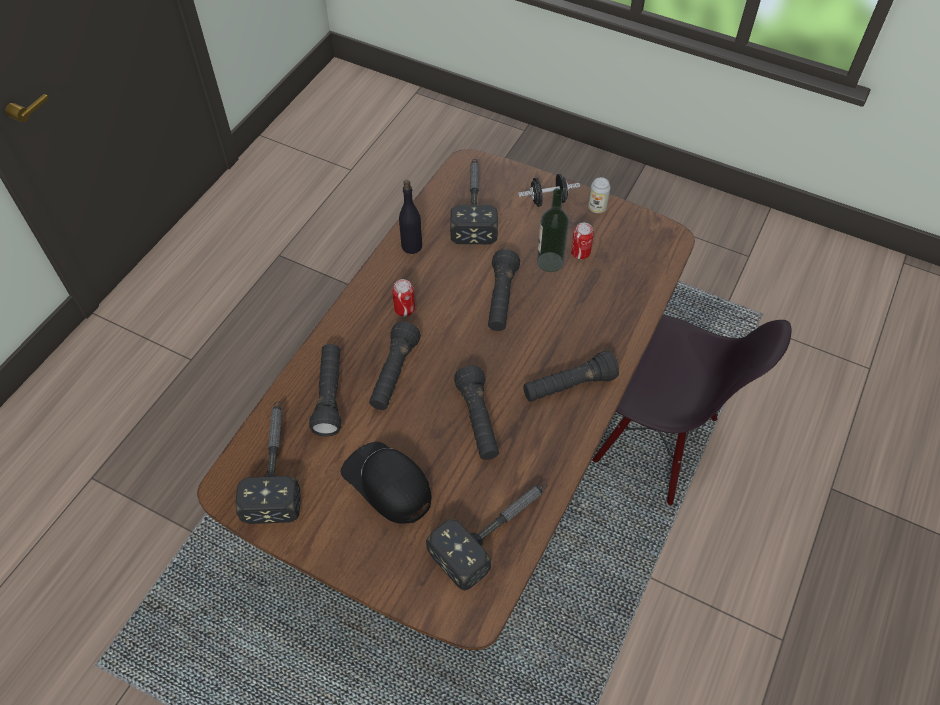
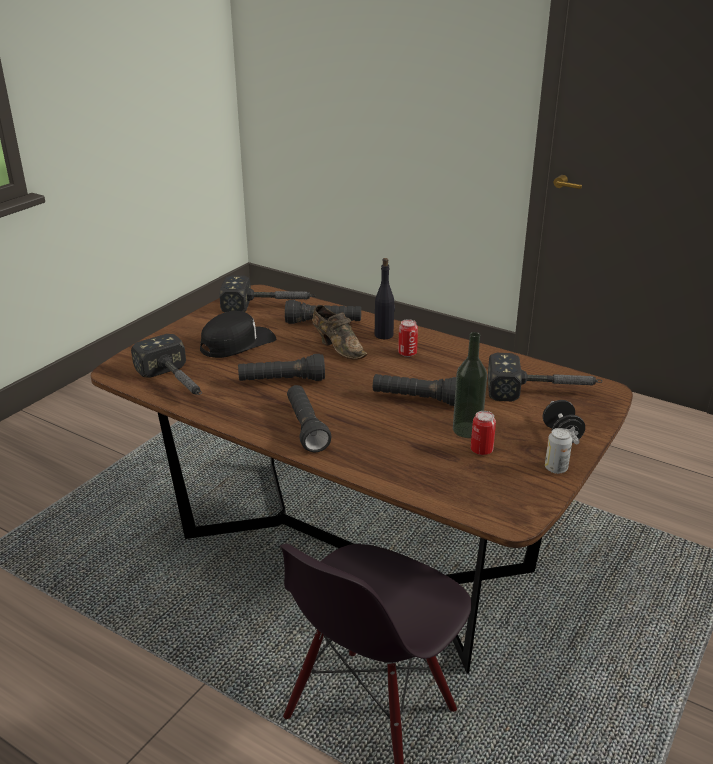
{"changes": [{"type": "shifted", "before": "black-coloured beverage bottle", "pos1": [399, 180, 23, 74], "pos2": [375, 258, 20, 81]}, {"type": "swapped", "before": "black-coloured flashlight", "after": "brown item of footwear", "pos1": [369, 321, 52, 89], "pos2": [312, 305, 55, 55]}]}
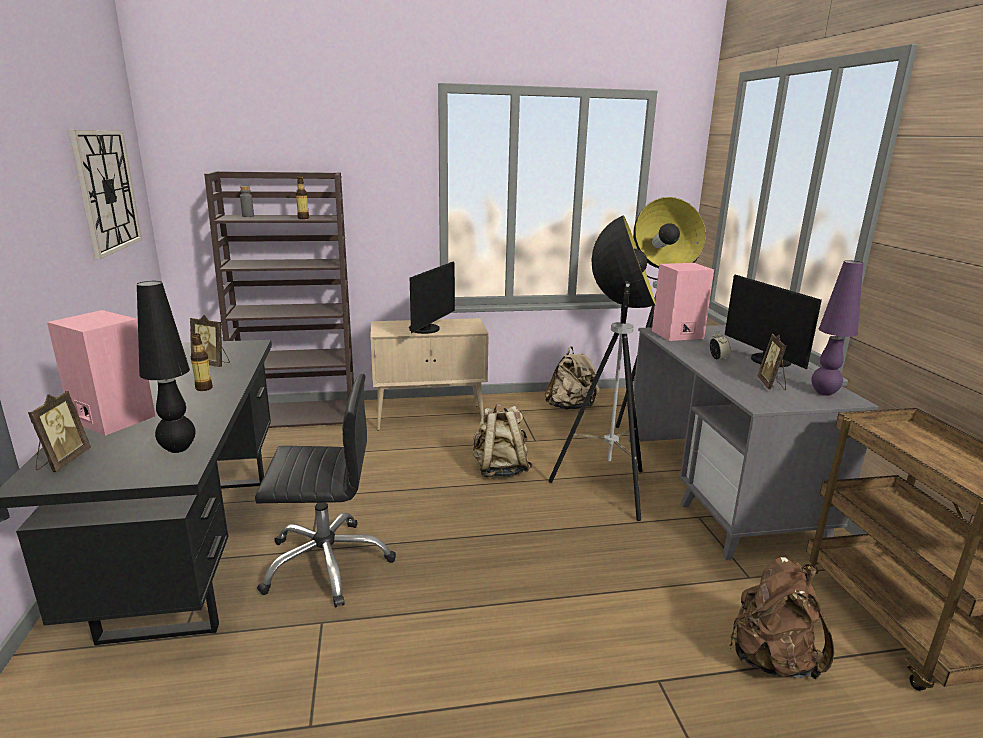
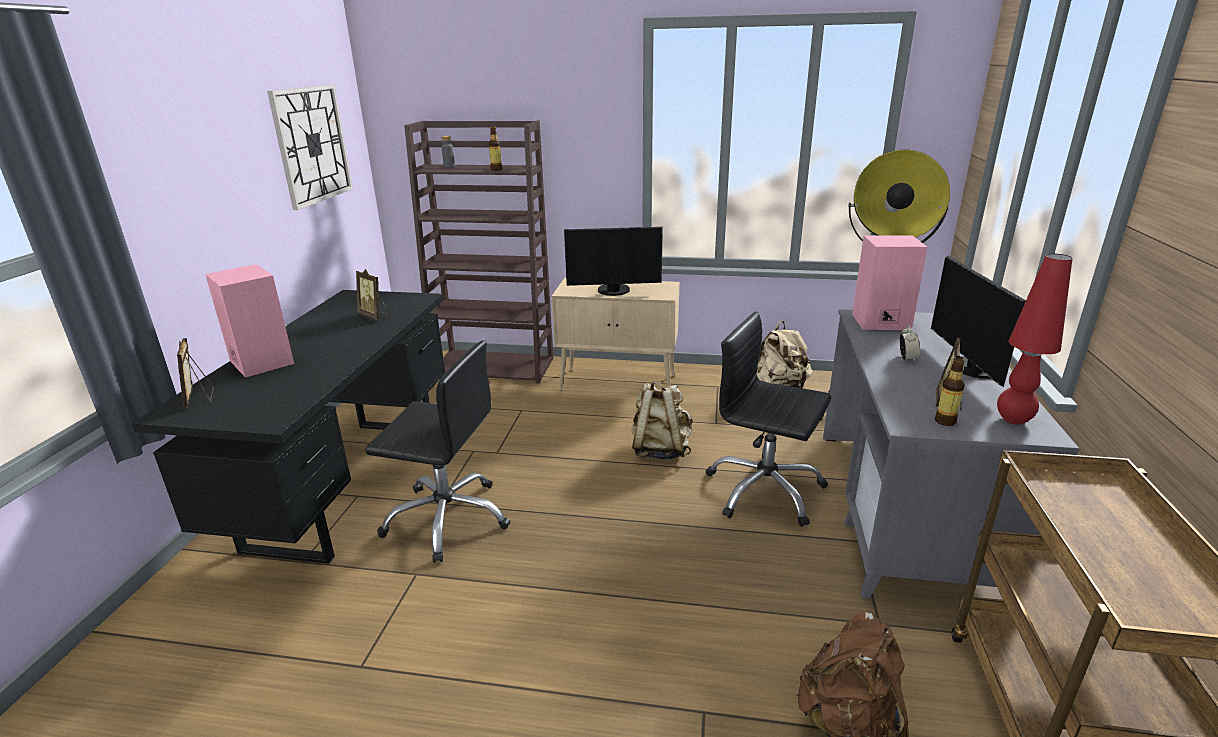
{"changes": [{"type": "swapped", "before": "standing lamp", "after": "black-coloured office chair", "pos1": [548, 215, 108, 306], "pos2": [705, 311, 126, 216]}, {"type": "repainted", "before": "purplish table lamp", "after": "reddish table lamp", "pos1": [811, 260, 52, 136], "pos2": [997, 253, 76, 172]}, {"type": "rotated", "before": "monitor", "pos1": [409, 262, 46, 72], "pos2": [564, 227, 99, 69], "turn": 45}, {"type": "gone", "before": "black-coloured table lamp", "pos1": [137, 281, 59, 172]}, {"type": "shifted", "before": "beverage bottle", "pos1": [191, 333, 22, 58], "pos2": [935, 357, 30, 69]}, {"type": "rotated", "before": "photo frame", "pos1": [28, 391, 63, 81], "pos2": [177, 338, 36, 69], "turn": 135}]}
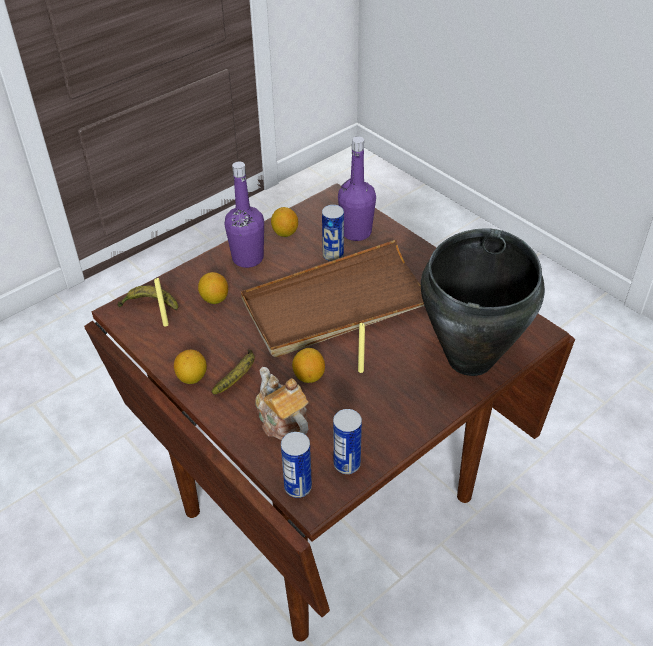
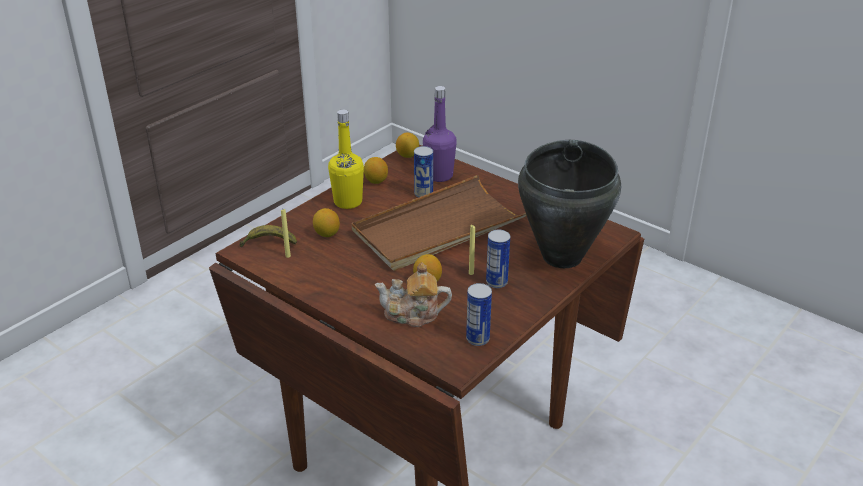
{"changes": [{"type": "repainted", "before": "purplish beverage bottle", "after": "yellow beverage bottle", "pos1": [225, 162, 39, 106], "pos2": [328, 110, 36, 99]}, {"type": "gone", "before": "whole banana", "pos1": [211, 349, 44, 45]}, {"type": "shifted", "before": "citrus fruit", "pos1": [174, 350, 33, 34], "pos2": [396, 132, 23, 26]}, {"type": "rotated", "before": "tea pot", "pos1": [255, 367, 53, 73], "pos2": [375, 262, 77, 65], "turn": -45}, {"type": "shifted", "before": "metal can", "pos1": [281, 432, 31, 66], "pos2": [486, 230, 24, 58]}]}
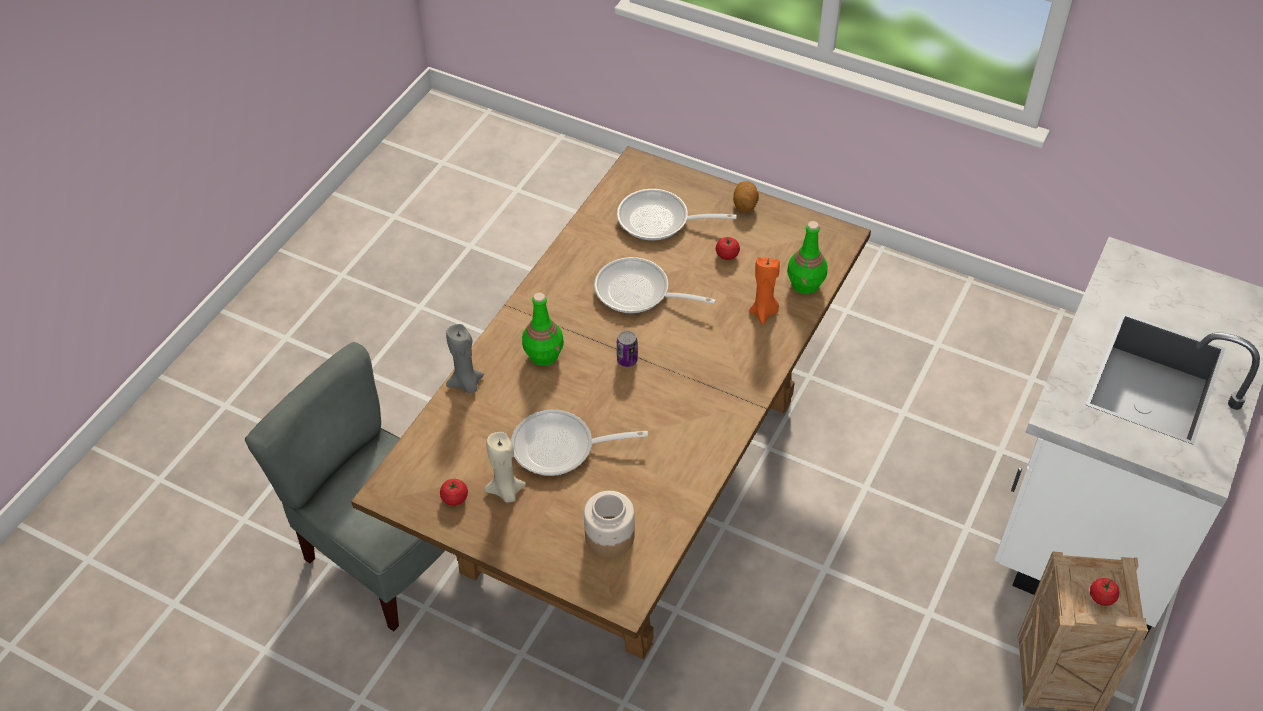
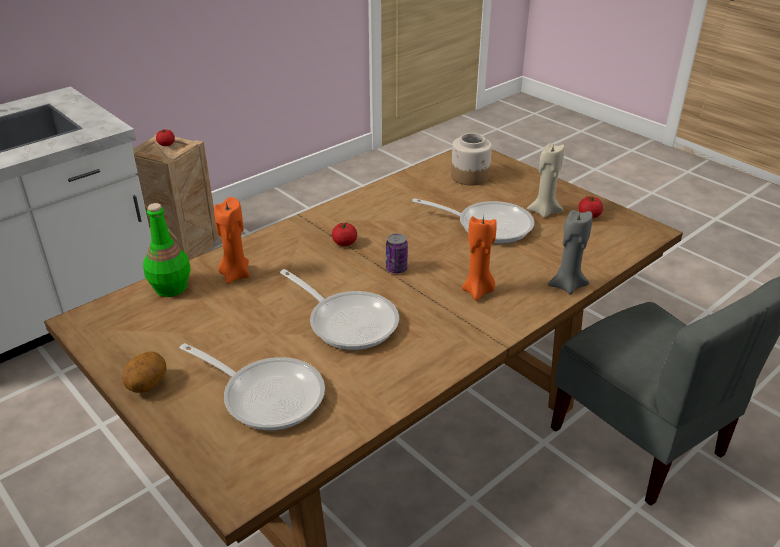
{"changes": [{"type": "shifted", "before": "tomato", "pos1": [716, 237, 24, 23], "pos2": [332, 222, 25, 24]}, {"type": "swapped", "before": "green beverage bottle", "after": "orange-coloured wax candle", "pos1": [522, 292, 42, 74], "pos2": [462, 215, 35, 86]}]}
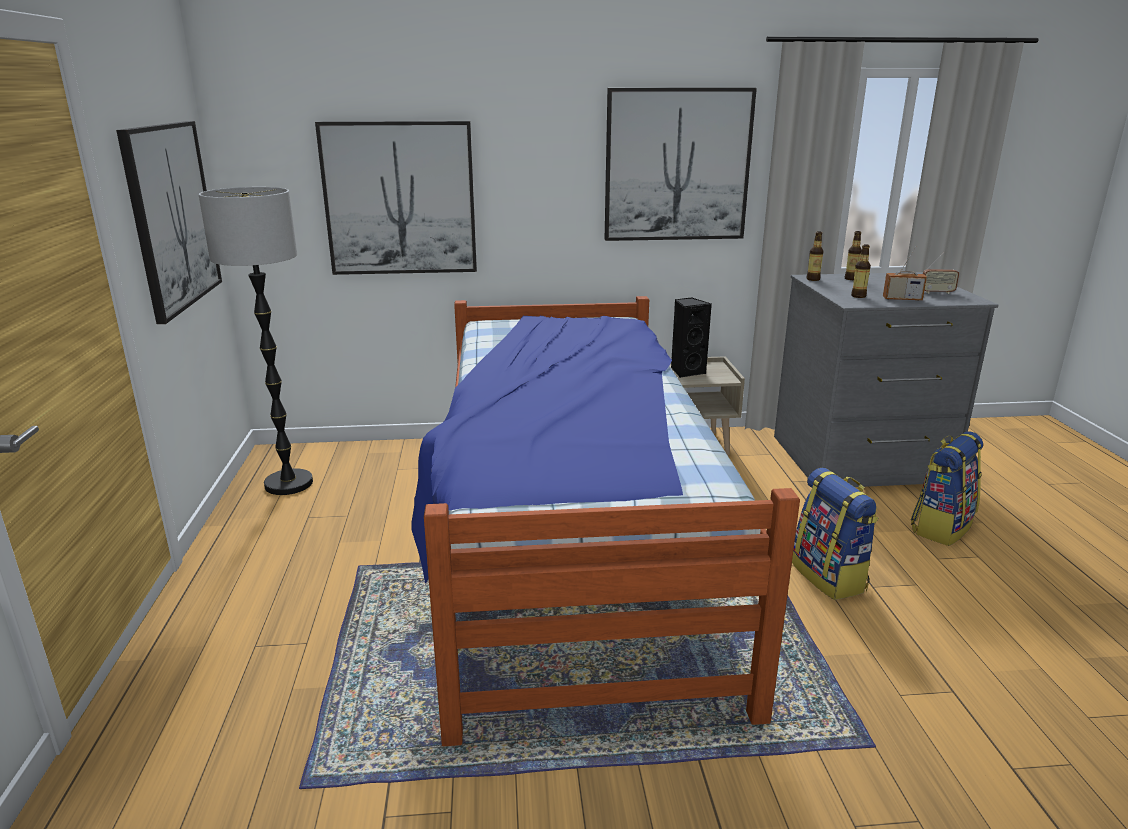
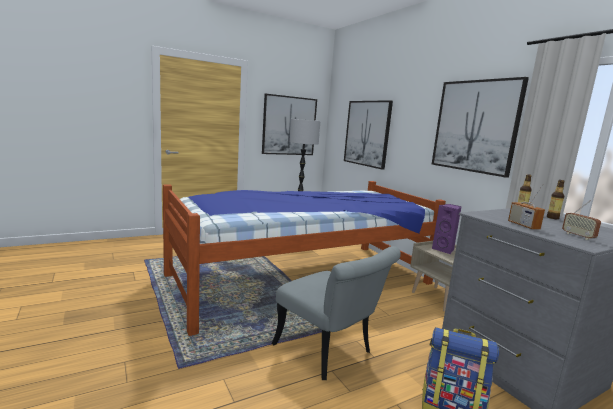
{"changes": [{"type": "gone", "before": "beverage bottle", "pos1": [851, 244, 20, 54]}, {"type": "repainted", "before": "black-coloured speaker", "after": "purplish speaker", "pos1": [671, 297, 41, 81], "pos2": [432, 204, 30, 50]}, {"type": "swapped", "before": "backpack", "after": "greyish chair", "pos1": [792, 468, 87, 132], "pos2": [272, 246, 129, 134]}]}
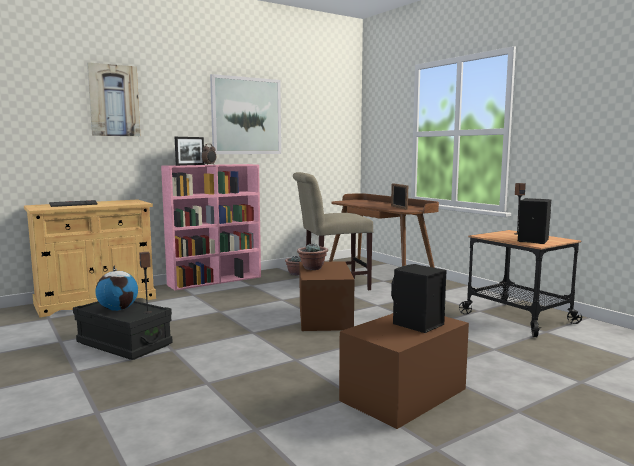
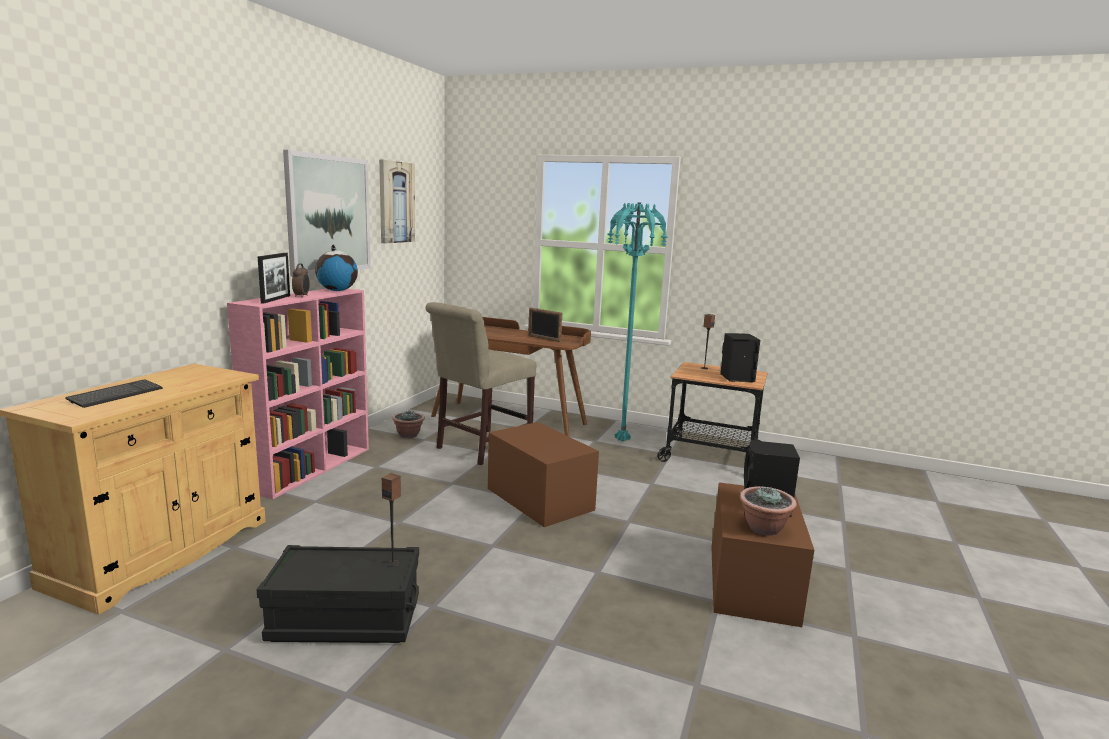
{"changes": [{"type": "shifted", "before": "wall art", "pos1": [87, 62, 53, 74], "pos2": [379, 159, 36, 85]}, {"type": "shifted", "before": "potted plant", "pos1": [297, 243, 31, 27], "pos2": [740, 486, 57, 50]}, {"type": "shifted", "before": "world globe", "pos1": [95, 265, 43, 46], "pos2": [315, 245, 43, 46]}, {"type": "new", "after": "turquoise standing lamp", "pos2": [608, 202, 60, 240]}]}
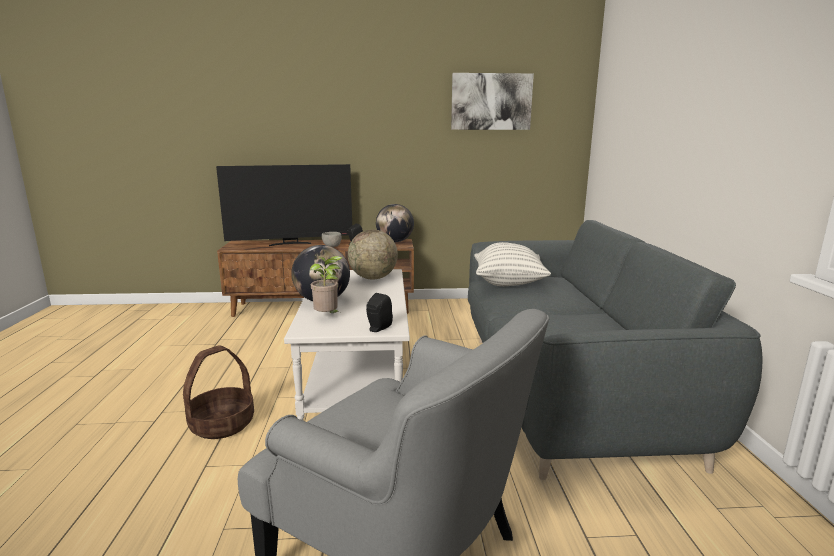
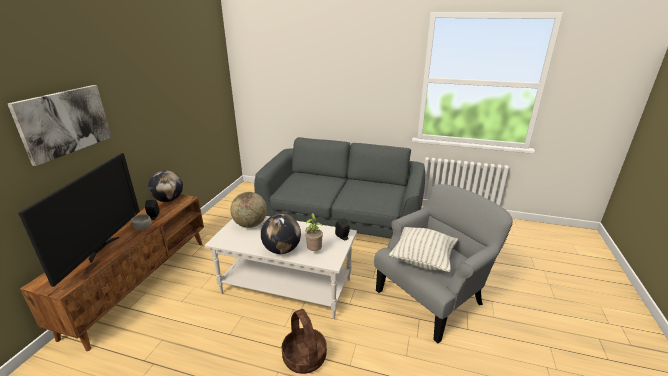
{"changes": [{"type": "shifted", "before": "wall art", "pos1": [451, 73, 83, 57], "pos2": [7, 85, 105, 81]}, {"type": "shifted", "before": "cushion", "pos1": [474, 242, 77, 44], "pos2": [389, 227, 69, 45]}]}
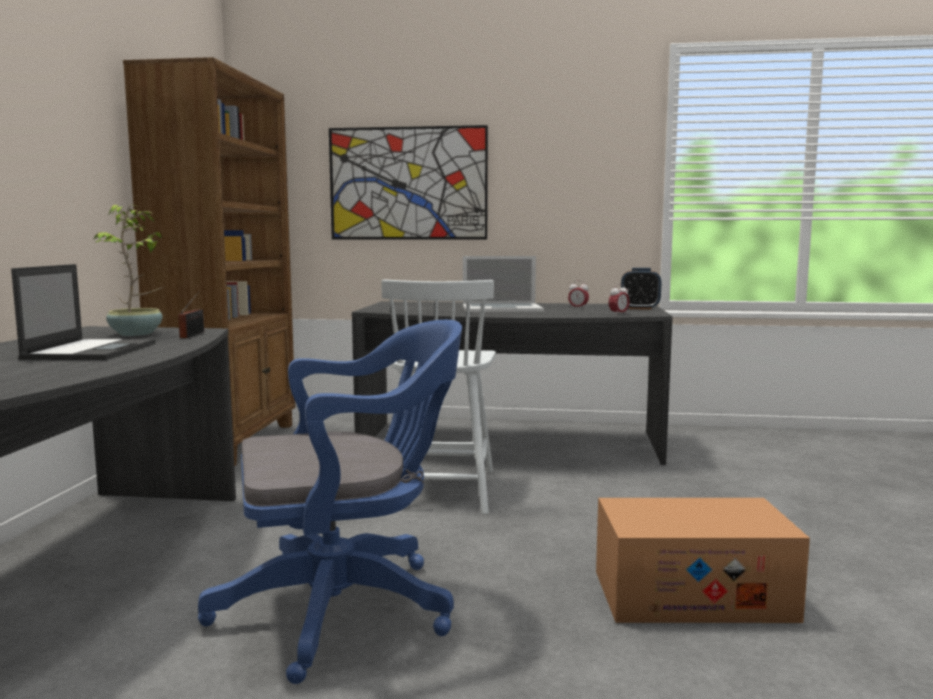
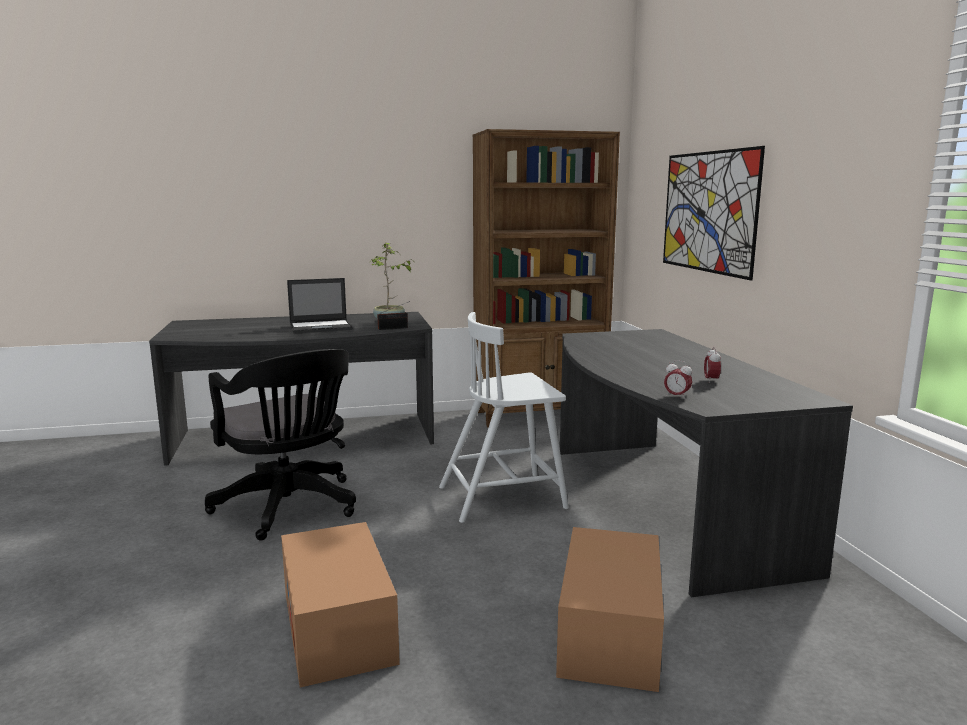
{"changes": [{"type": "gone", "before": "notebook computer", "pos1": [463, 256, 81, 56]}, {"type": "gone", "before": "bedside clock", "pos1": [621, 268, 40, 42]}, {"type": "repainted", "before": "bluish office chair", "after": "black-coloured office chair", "pos1": [198, 320, 264, 364], "pos2": [205, 349, 151, 192]}, {"type": "new", "after": "packing box", "pos2": [556, 527, 108, 165]}]}
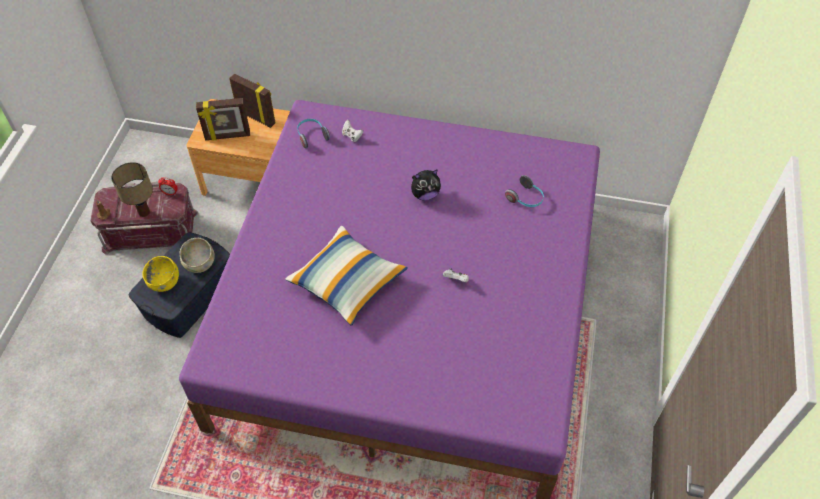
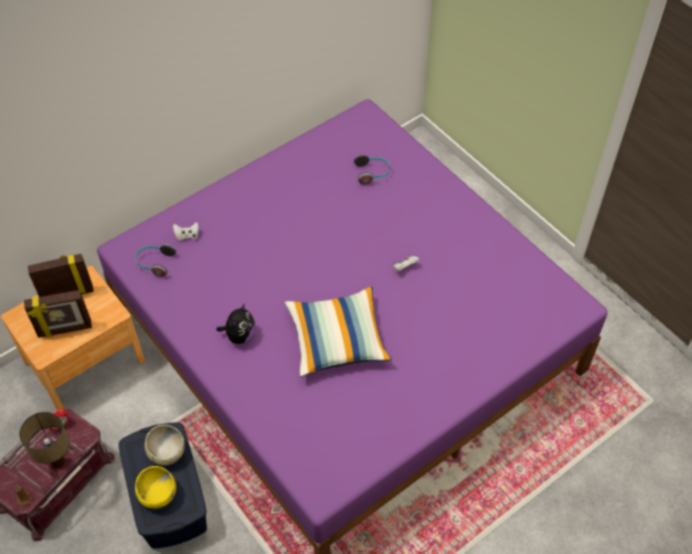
{"changes": [{"type": "rotated", "before": "photo frame", "pos1": [196, 98, 54, 43], "pos2": [24, 290, 68, 48], "turn": 45}, {"type": "shifted", "before": "cuddly toy", "pos1": [411, 169, 30, 32], "pos2": [216, 303, 39, 41]}]}
